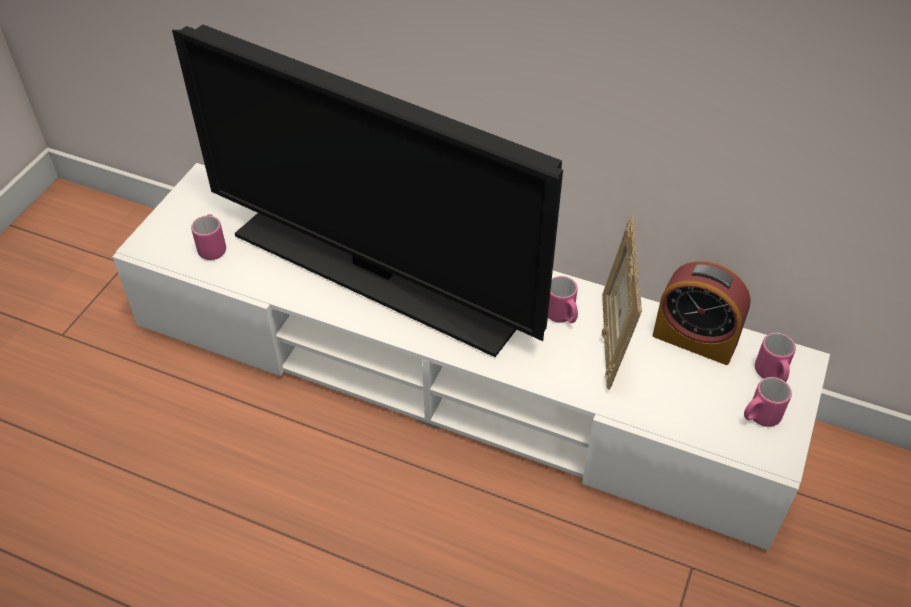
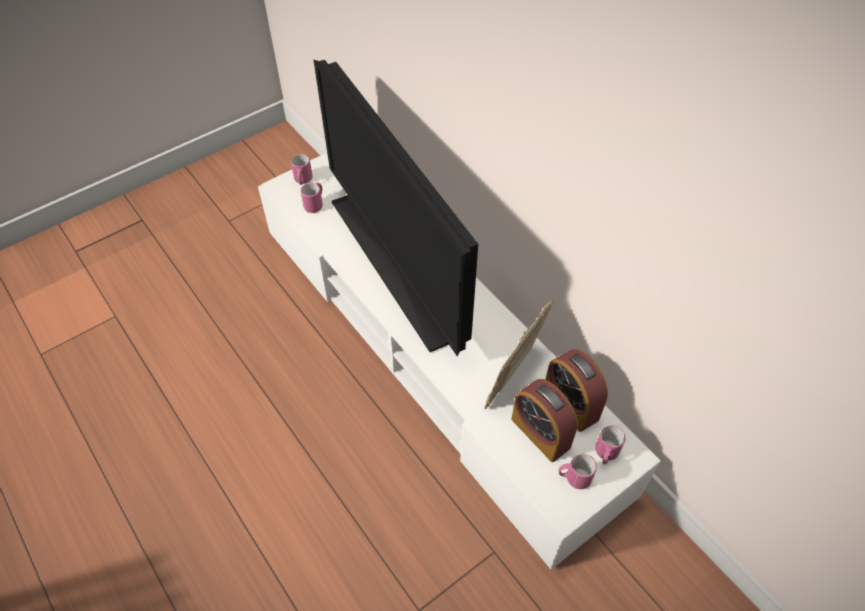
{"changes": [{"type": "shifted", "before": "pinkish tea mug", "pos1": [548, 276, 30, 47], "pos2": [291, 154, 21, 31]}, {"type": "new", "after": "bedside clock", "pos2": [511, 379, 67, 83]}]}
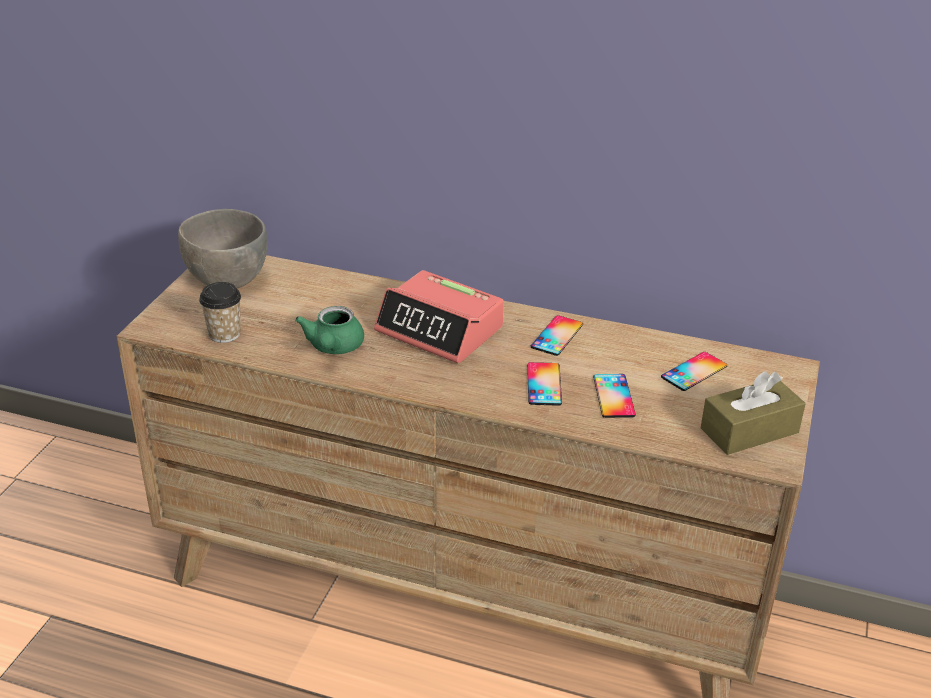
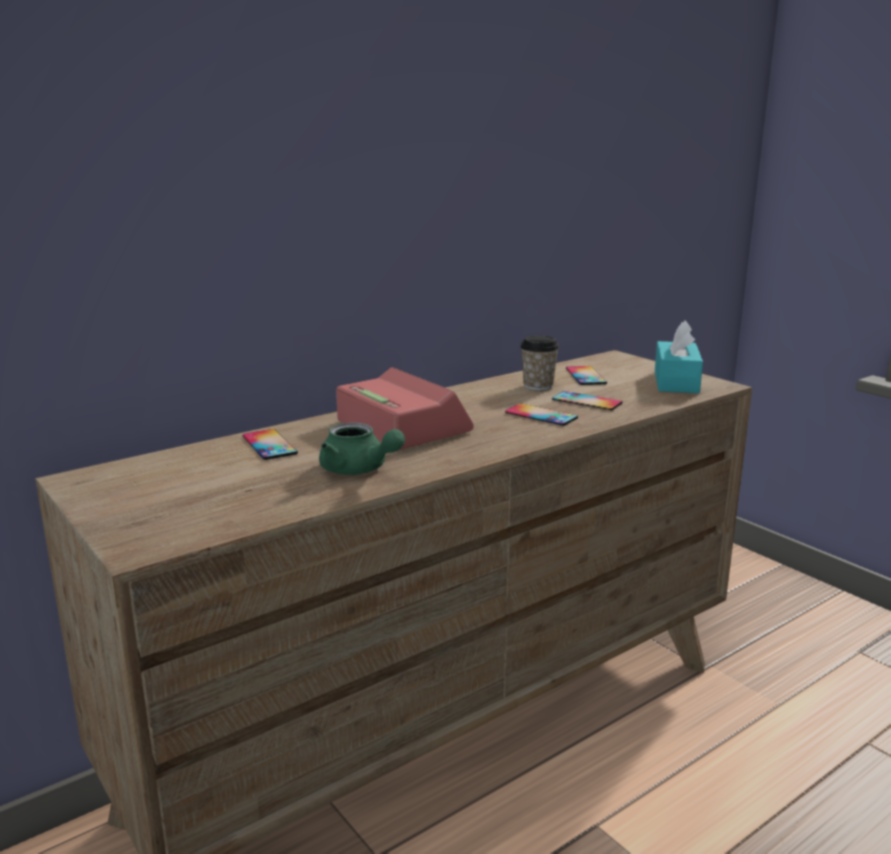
{"changes": [{"type": "gone", "before": "greyish bowl", "pos1": [178, 209, 90, 80]}, {"type": "rotated", "before": "bedside clock", "pos1": [374, 270, 130, 93], "pos2": [336, 367, 138, 83], "turn": -105}, {"type": "shifted", "before": "cup", "pos1": [199, 282, 42, 61], "pos2": [520, 335, 39, 56]}, {"type": "shifted", "before": "handset", "pos1": [531, 315, 52, 41], "pos2": [242, 429, 56, 31]}, {"type": "repainted", "before": "brown tissue box", "after": "turquoise tissue box", "pos1": [701, 371, 105, 84], "pos2": [655, 320, 48, 73]}]}
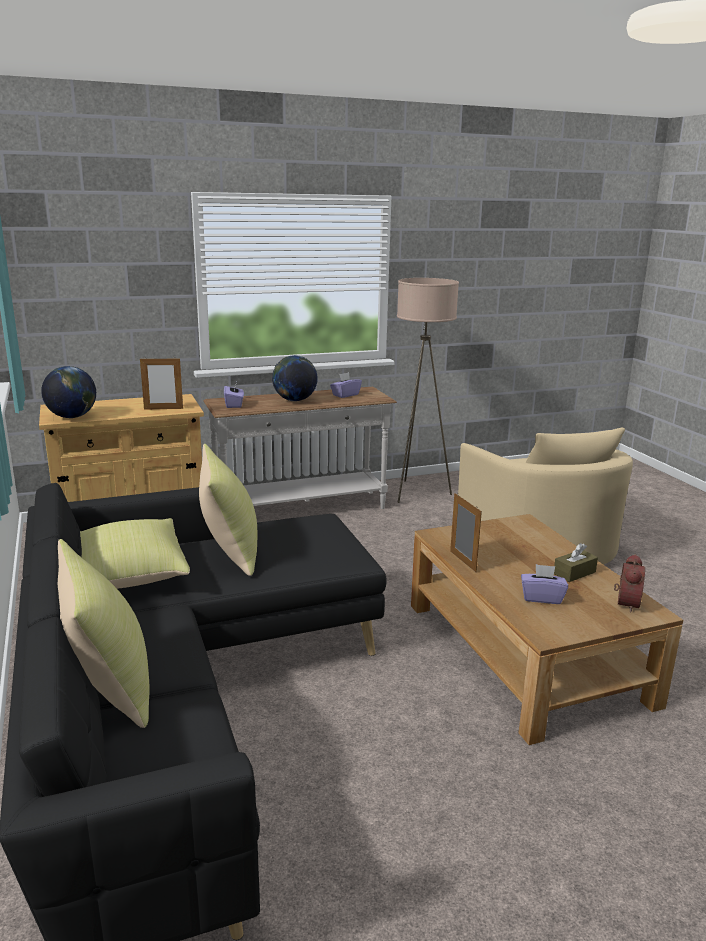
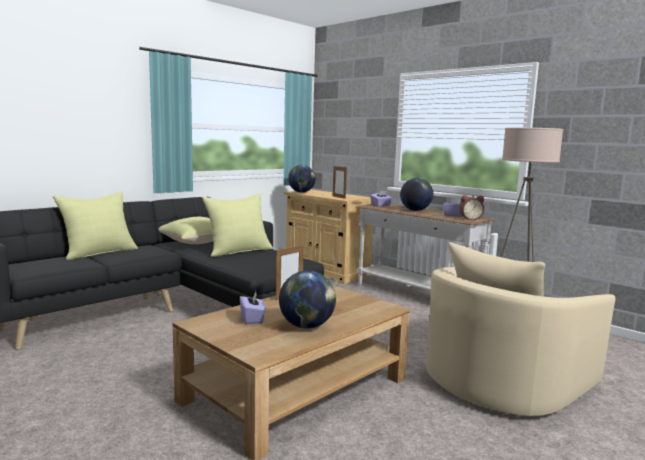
{"changes": [{"type": "swapped", "before": "brown tissue box", "after": "world globe", "pos1": [554, 543, 44, 39], "pos2": [279, 271, 57, 58]}, {"type": "shifted", "before": "bedside clock", "pos1": [614, 554, 31, 59], "pos2": [459, 195, 25, 25]}]}
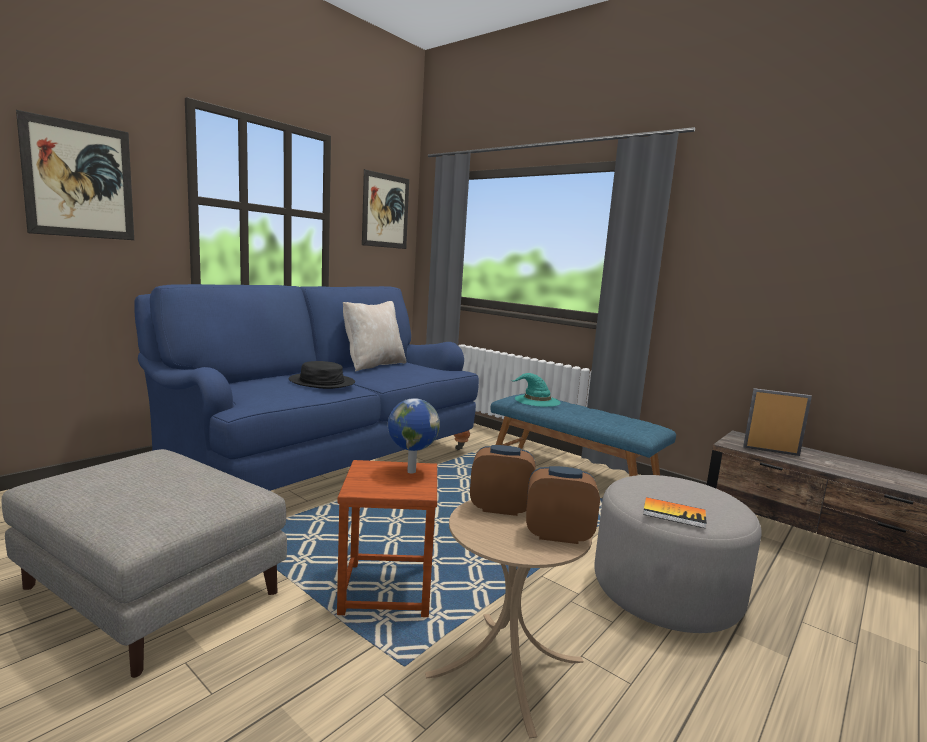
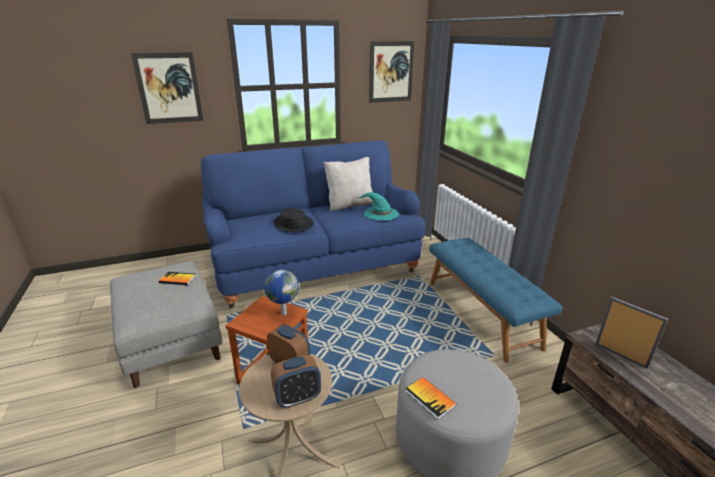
{"changes": [{"type": "shifted", "before": "turquoise clothing hat", "pos1": [510, 373, 51, 34], "pos2": [357, 192, 42, 28]}, {"type": "rotated", "before": "bedside clock", "pos1": [526, 466, 74, 78], "pos2": [271, 355, 50, 53], "turn": 120}, {"type": "new", "after": "volume", "pos2": [158, 272, 38, 13]}]}
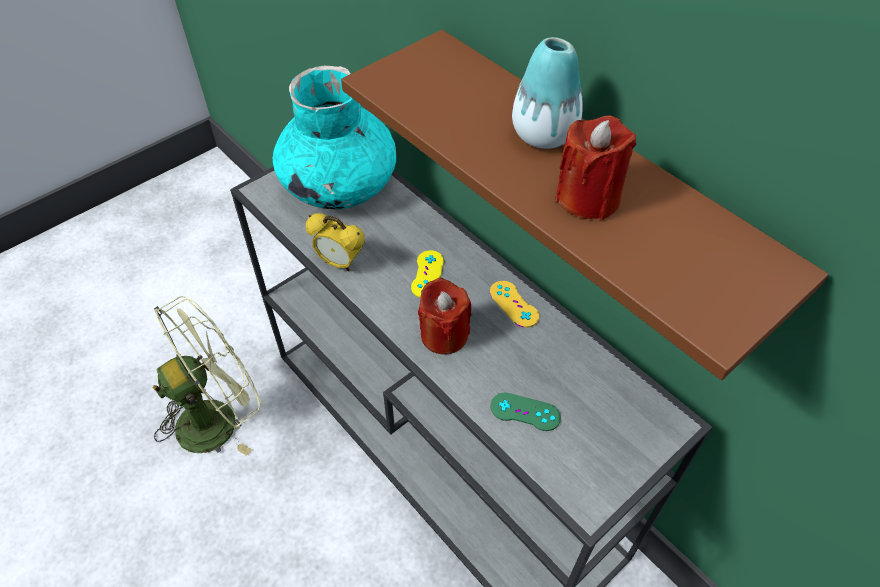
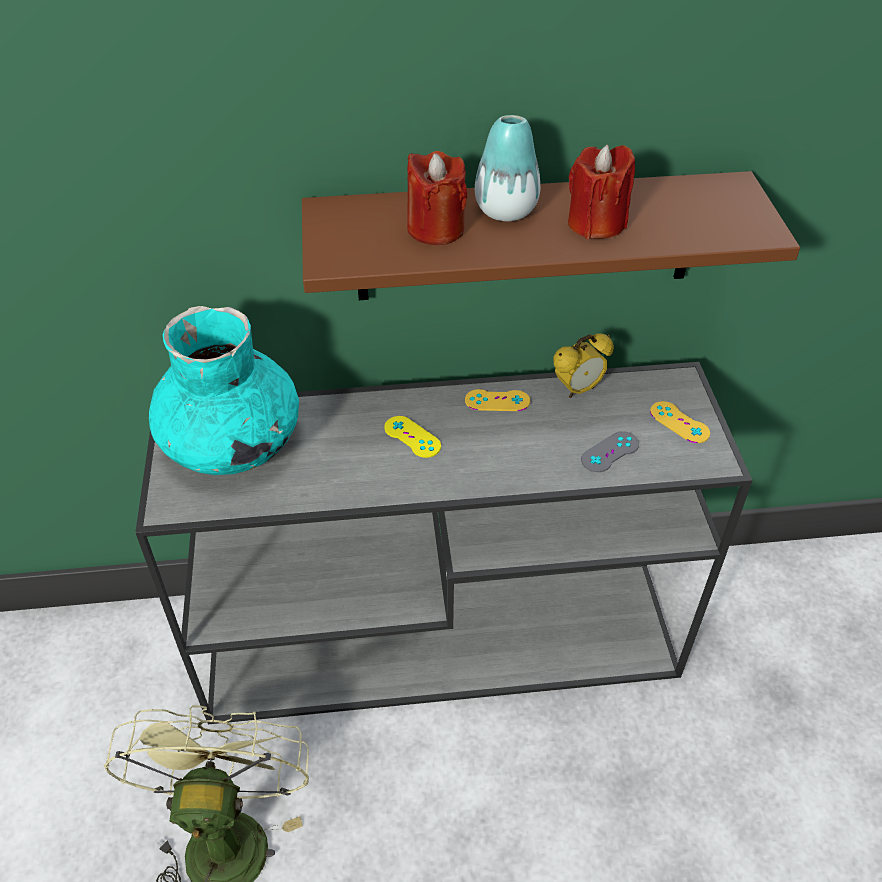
{"changes": [{"type": "shifted", "before": "bedside clock", "pos1": [306, 213, 59, 58], "pos2": [553, 333, 61, 65]}, {"type": "shifted", "before": "reddish wax candle", "pos1": [418, 278, 53, 76], "pos2": [407, 151, 60, 94]}, {"type": "repainted", "before": "green gamepad", "after": "greyish gamepad", "pos1": [490, 393, 71, 38], "pos2": [581, 431, 58, 41]}, {"type": "new", "after": "yellow gamepad", "pos2": [650, 401, 60, 42]}]}
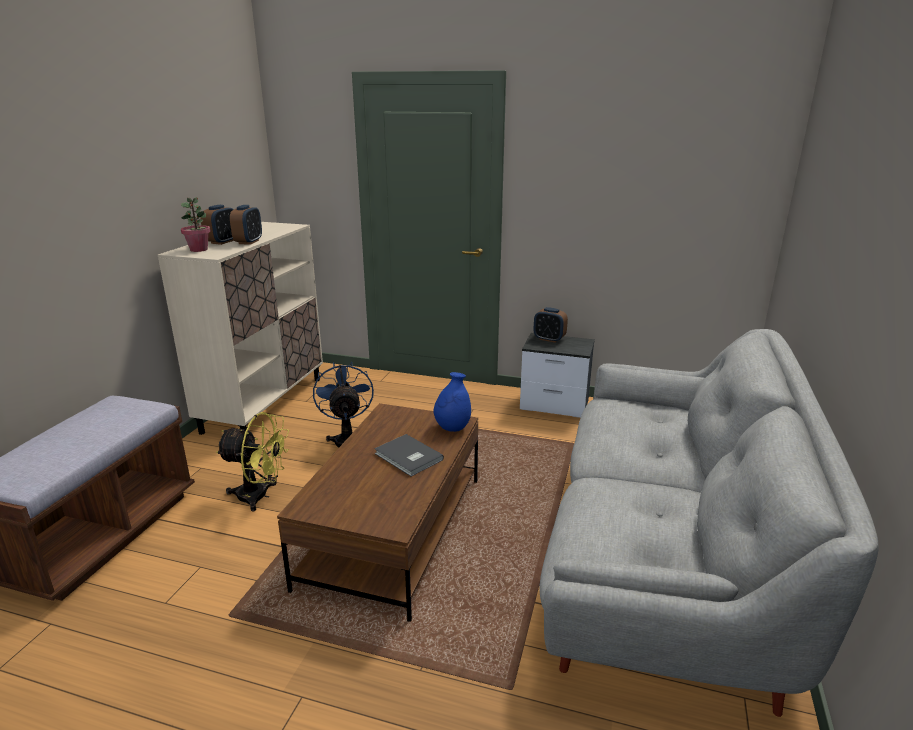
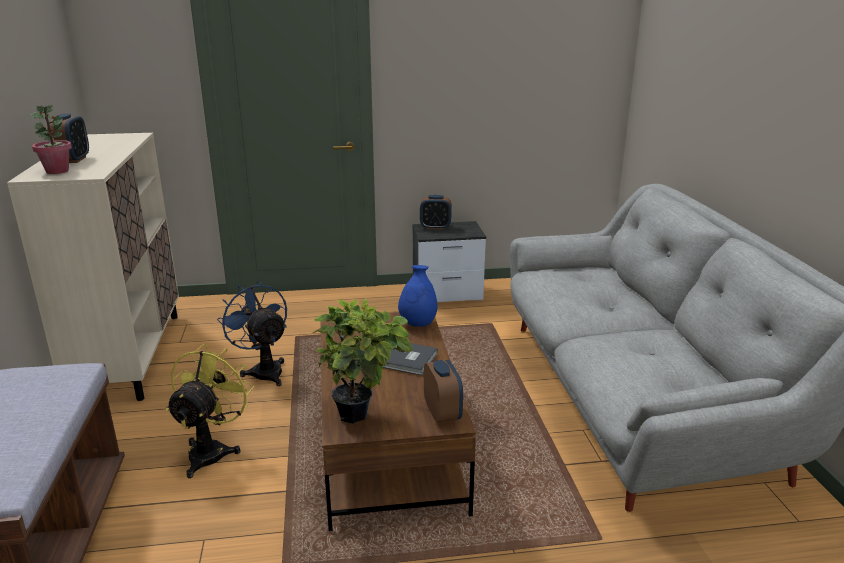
{"changes": [{"type": "shifted", "before": "bedside clock", "pos1": [230, 205, 32, 40], "pos2": [424, 360, 39, 64]}, {"type": "rotated", "before": "yellow electric fan", "pos1": [216, 412, 73, 100], "pos2": [166, 344, 88, 134], "turn": -60}, {"type": "new", "after": "potted plant", "pos2": [313, 298, 99, 126]}]}
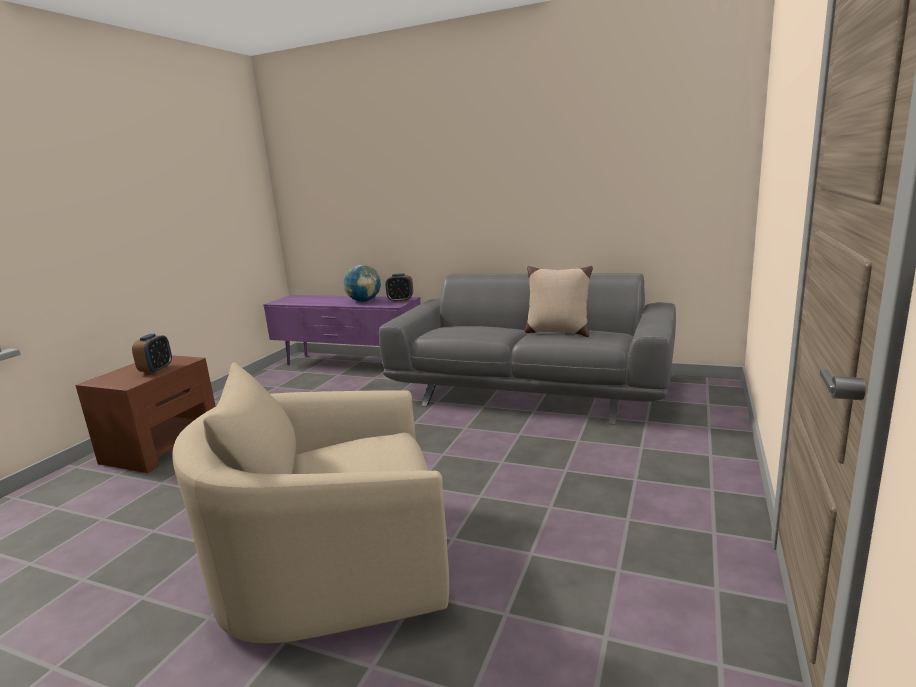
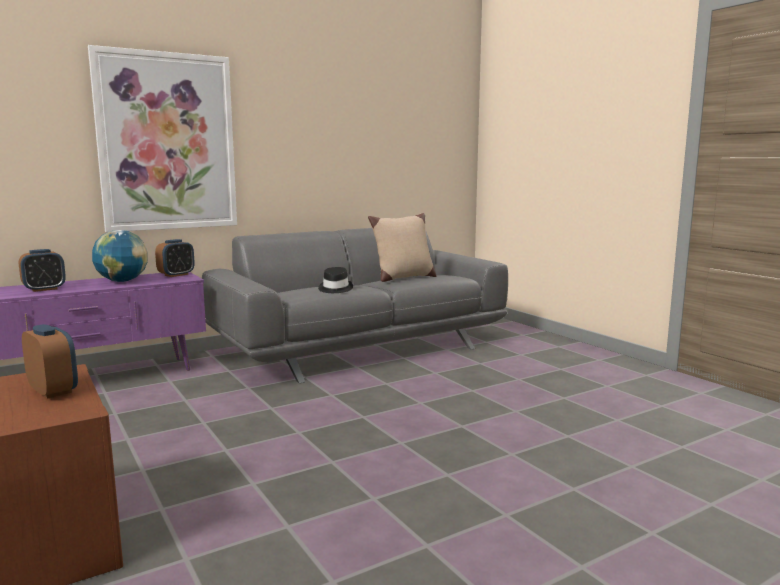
{"changes": [{"type": "gone", "before": "beige-coloured easy chair", "pos1": [172, 363, 277, 280]}, {"type": "new", "after": "wall art", "pos2": [88, 45, 149, 187]}, {"type": "new", "after": "bedside clock", "pos2": [19, 249, 47, 43]}, {"type": "new", "after": "black-coloured clothing hat", "pos2": [318, 267, 35, 26]}]}
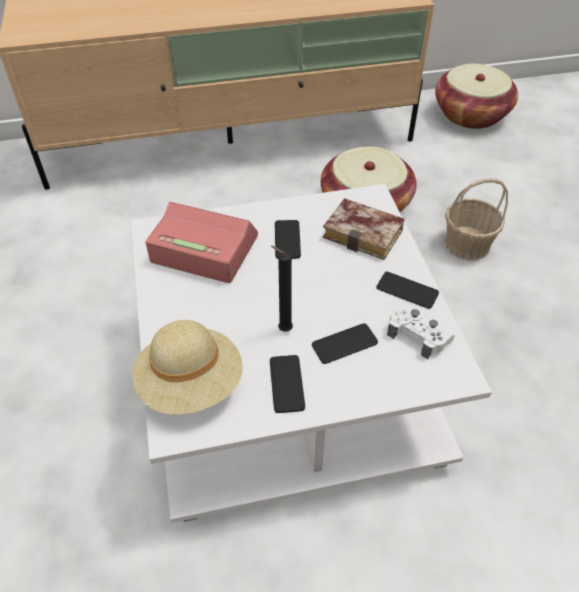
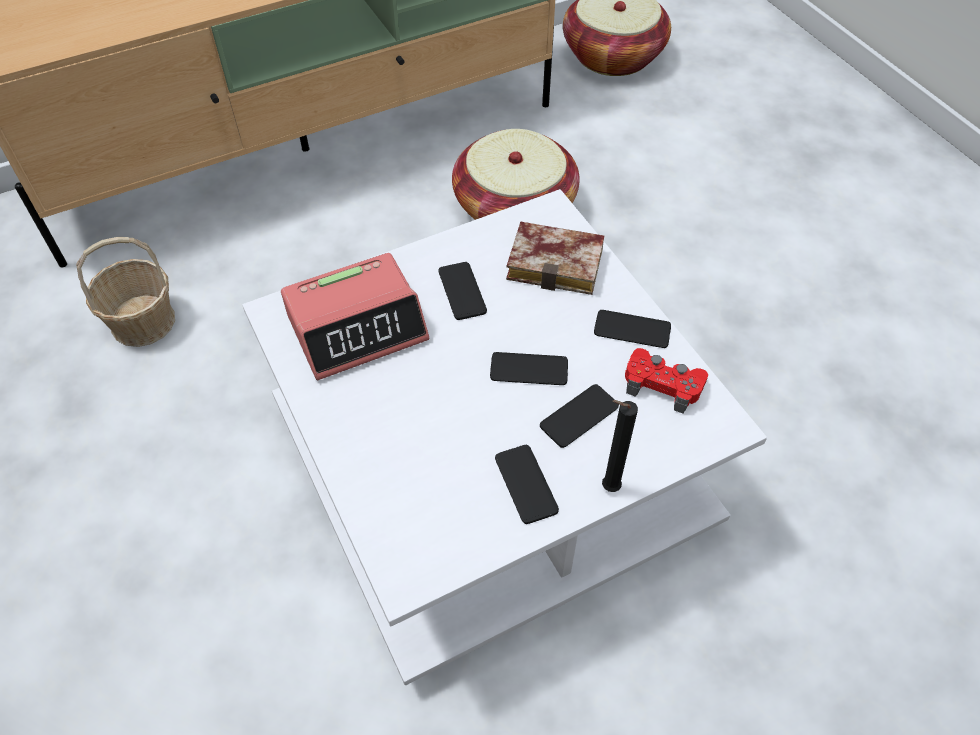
{"changes": [{"type": "shifted", "before": "household basket", "pos1": [444, 178, 64, 82], "pos2": [76, 237, 99, 110]}, {"type": "rotated", "before": "bedside clock", "pos1": [145, 202, 113, 81], "pos2": [281, 253, 148, 127], "turn": 150}, {"type": "shifted", "before": "black-coloured wax candle", "pos1": [271, 246, 22, 86], "pos2": [602, 400, 36, 92]}, {"type": "repainted", "before": "whitish gamepad", "after": "reddish gamepad", "pos1": [387, 303, 68, 56], "pos2": [625, 348, 83, 65]}, {"type": "gone", "before": "beige-coloured clothing hat", "pos1": [132, 320, 111, 94]}, {"type": "new", "after": "handset", "pos2": [490, 352, 78, 33]}]}
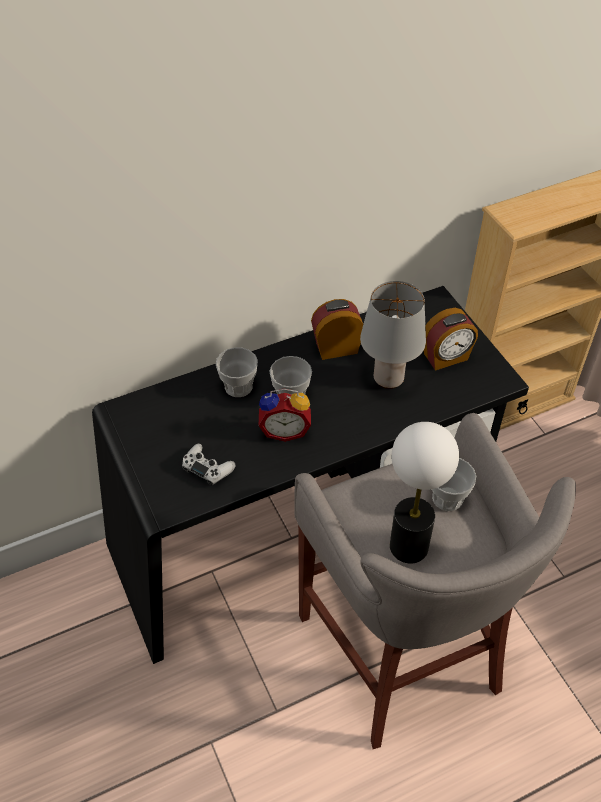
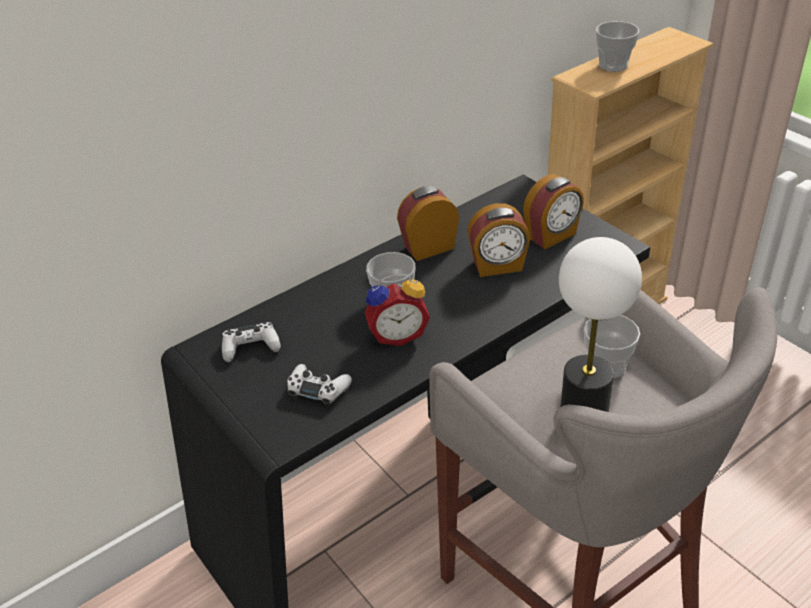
{"changes": [{"type": "swapped", "before": "greyish table lamp", "after": "bedside clock", "pos1": [360, 281, 66, 108], "pos2": [467, 203, 63, 74]}, {"type": "shifted", "before": "cup", "pos1": [216, 347, 42, 50], "pos2": [595, 21, 44, 51]}, {"type": "new", "after": "whitish gamepad", "pos2": [222, 322, 59, 40]}]}
